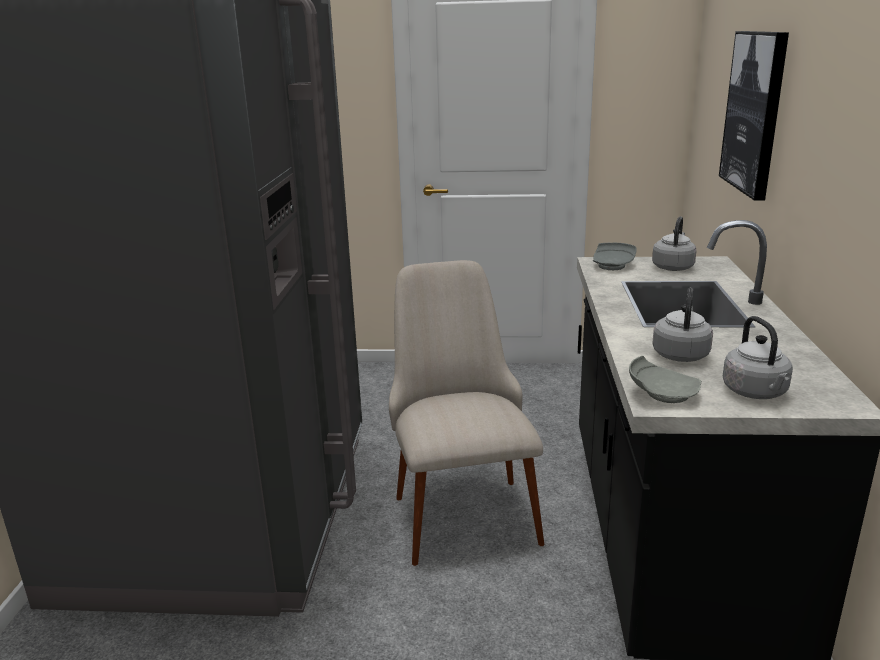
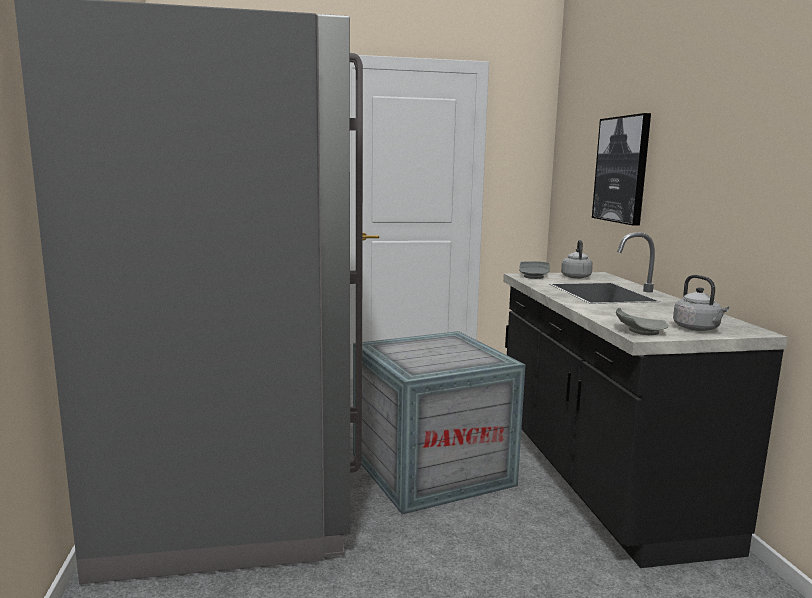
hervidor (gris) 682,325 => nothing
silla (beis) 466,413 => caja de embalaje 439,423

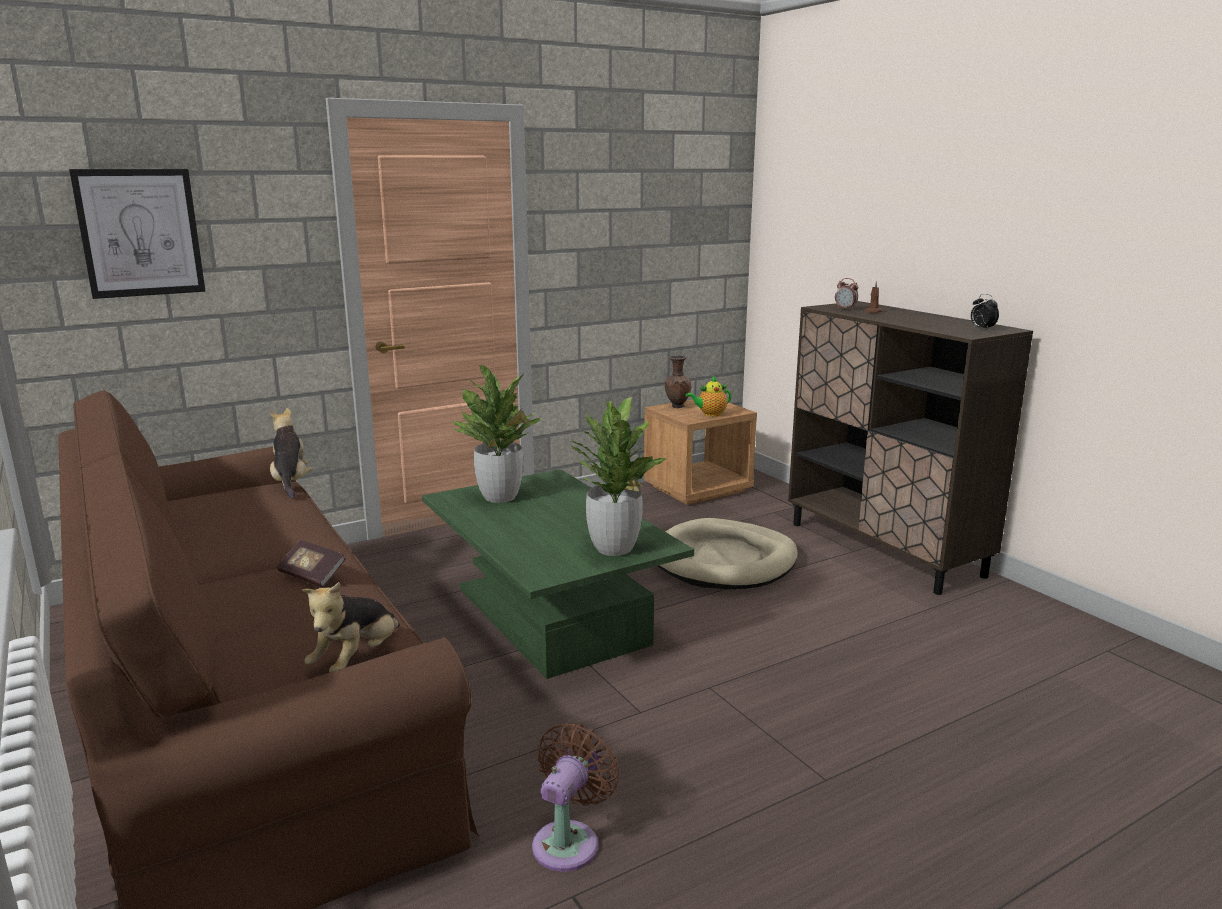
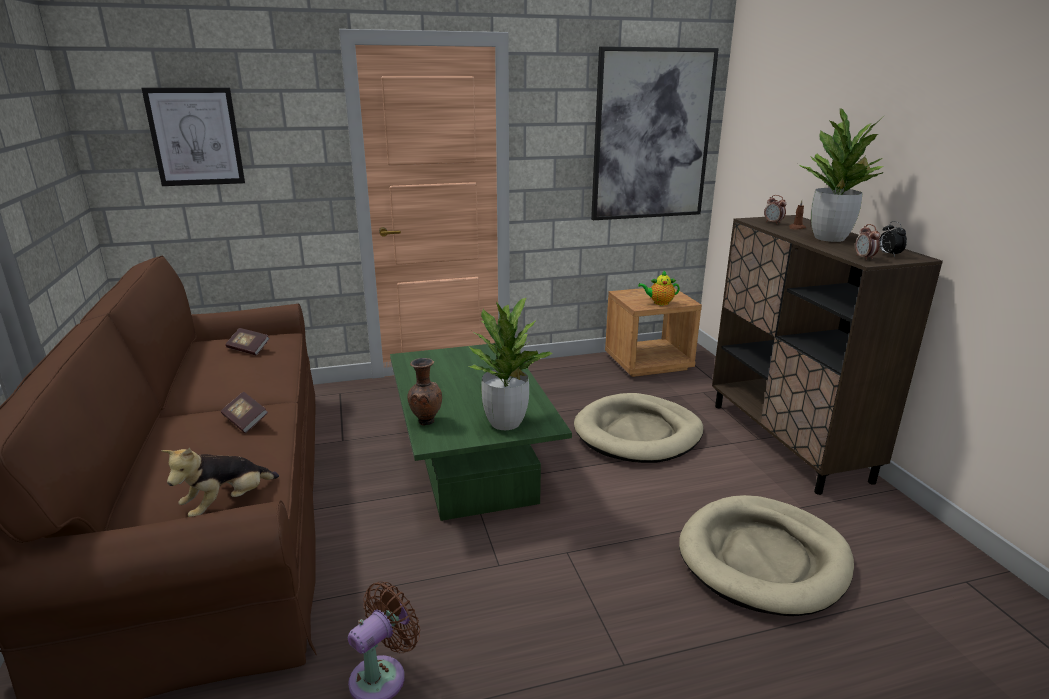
peluche 291,453 => nothing
nothing => libro 247,341
nothing => cuadro 655,133
nothing => cama para perro (beis) 766,555
nothing => despertador 867,242
planta en maceta 497,434 => planta en maceta 842,175, moved
florero (marrón) 678,381 => florero (marrón) 424,392, moved

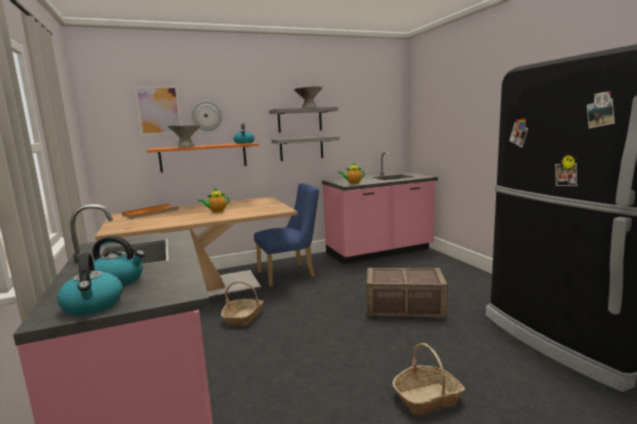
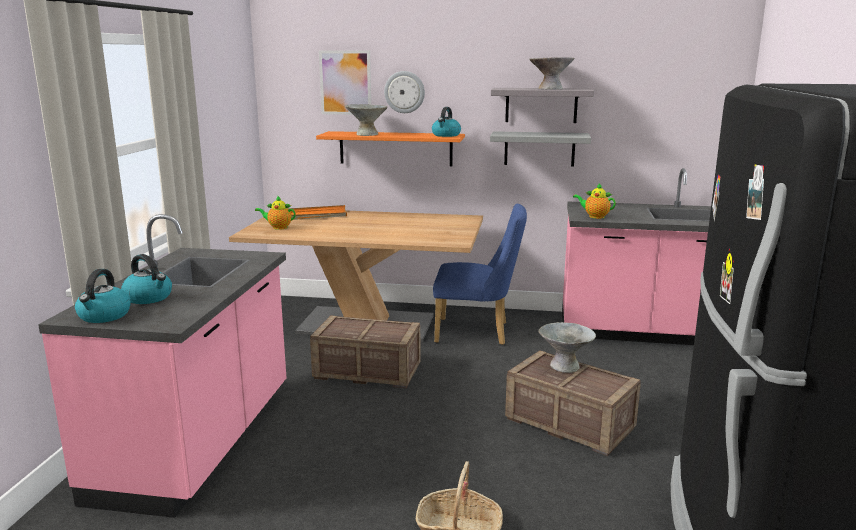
nothing => cuenco (gris) 567,347
tetera 213,200 => tetera 275,212, moved
cesta 242,304 => caja de embalaje 365,351

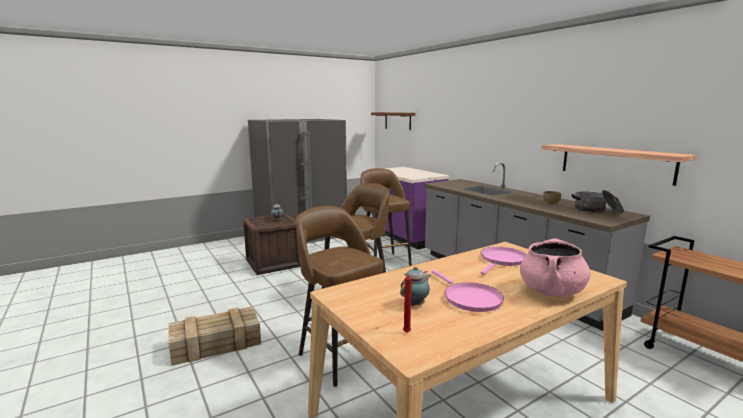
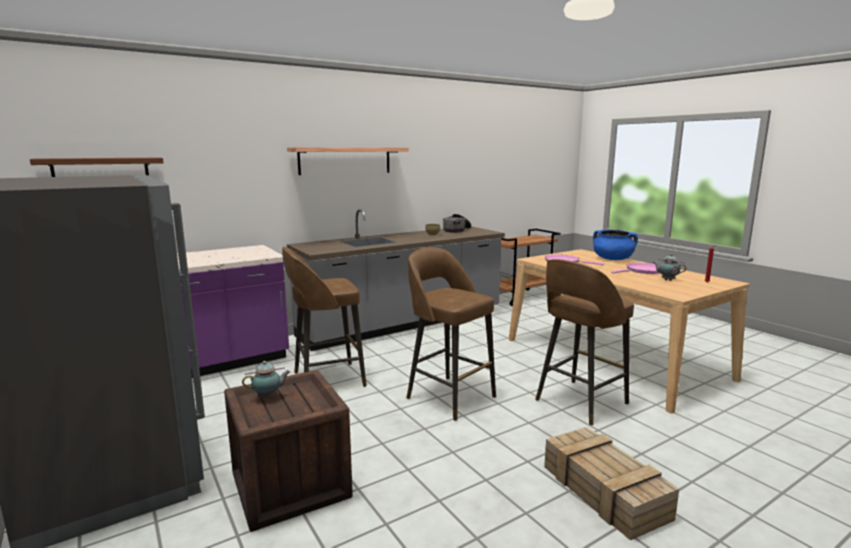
estante 619,165 => estante 348,161, moved
olla (rosa) 555,268 => olla (azul) 615,245

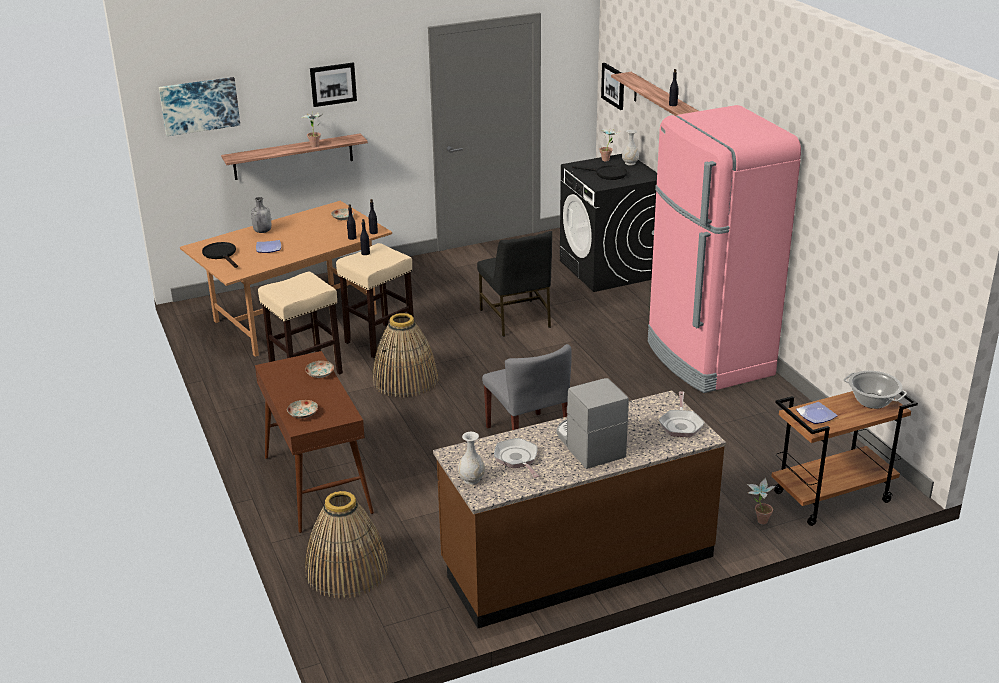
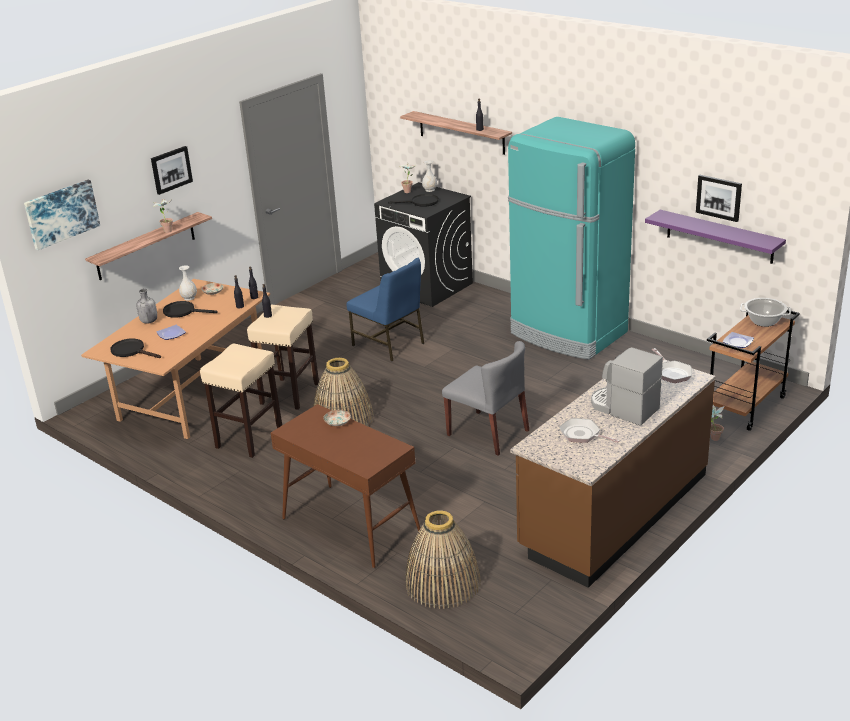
plato 302,409 => nothing
nothing => sartén (negro) 190,309
nothing => estante (morado) 715,237
florero (blanco) 471,458 => florero (blanco) 188,283, moved
cuadro 612,86 => cuadro 719,198, moved
silla (negro) 514,284 => silla (azul) 385,309
nevera (rosa) 724,249 => nevera (turquesa) 571,238

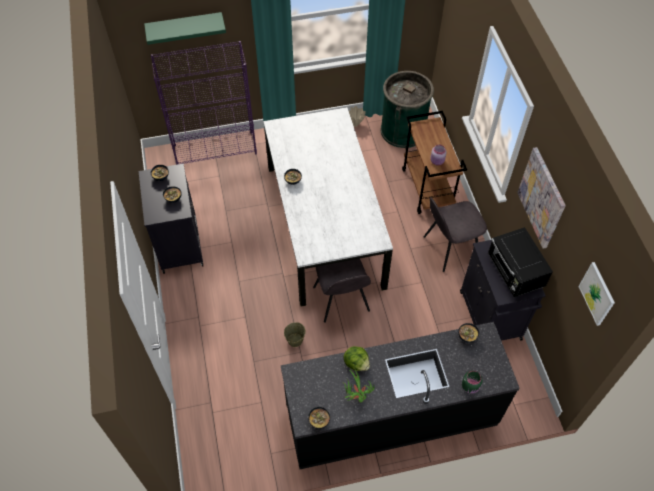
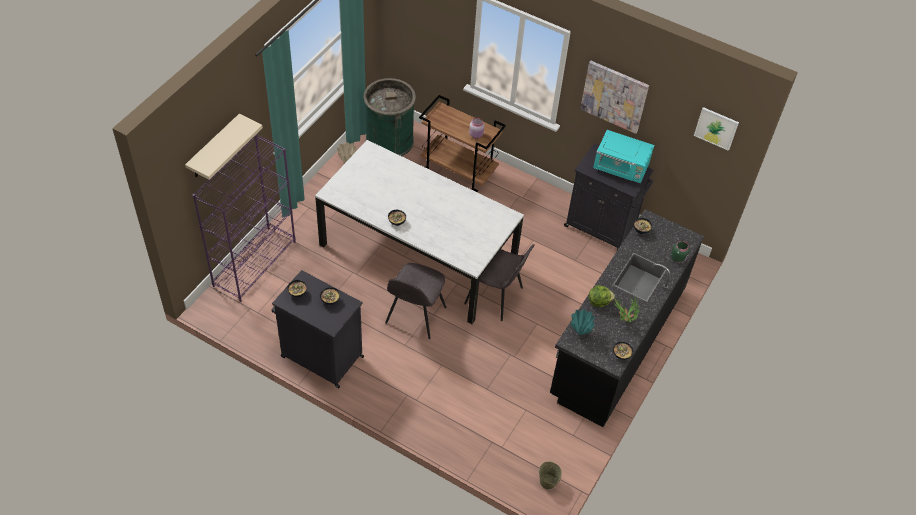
nothing => florero (turquesa) 583,322
cubo (beis) 295,334 => cubo (beis) 550,475, moved
silla (gris) 455,234 => silla (gris) 415,301, moved
estante (verde) 185,28 => estante (beis) 224,147
microondas (negro) 520,262 => microondas (turquesa) 623,156

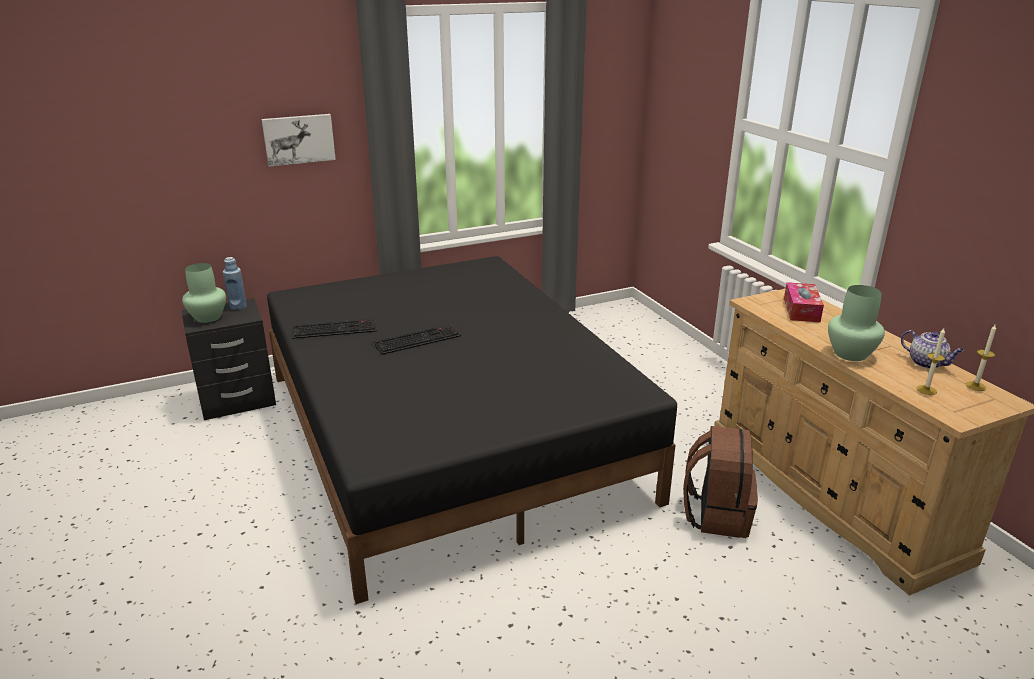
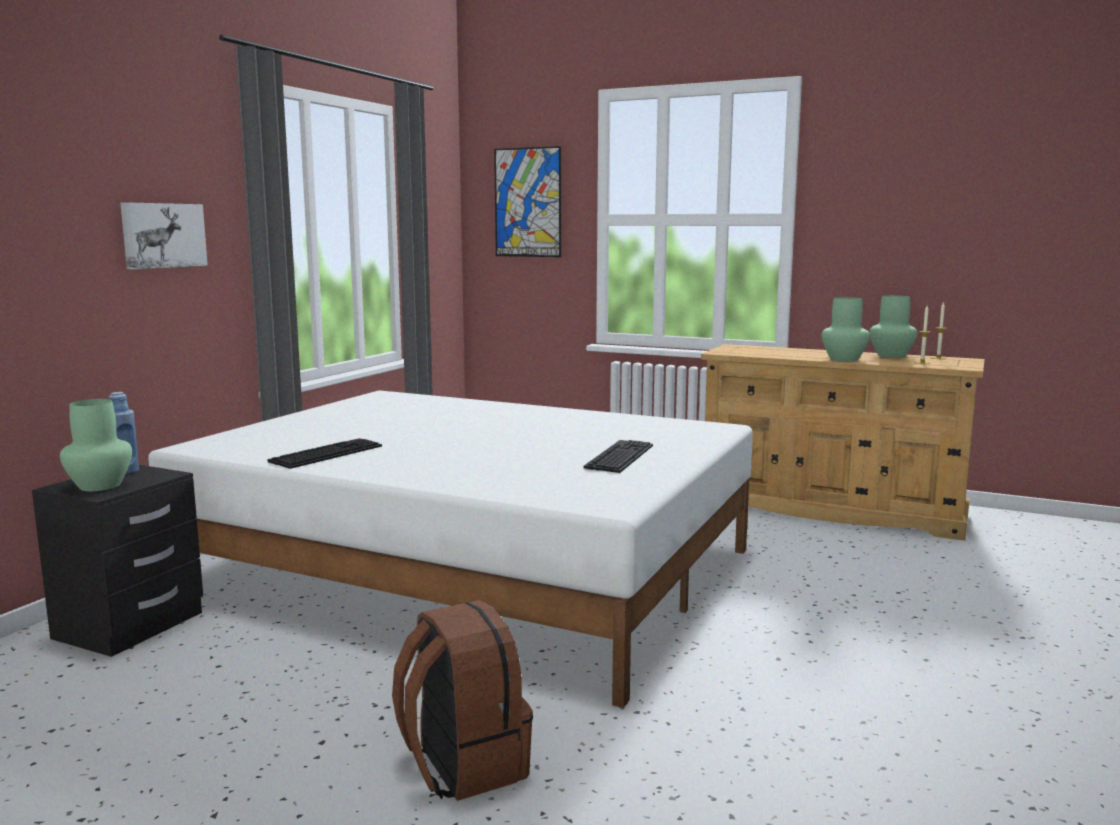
caja de pañuelos 804,302 => nothing
nothing => cuadro 528,201
teclado 417,339 => teclado 618,456, moved
mochila (marrón) 720,482 => mochila (marrón) 462,700, moved
tetera 932,349 => florero (verde) 893,326
cama (negro) 472,430 => cama (blanco) 450,549

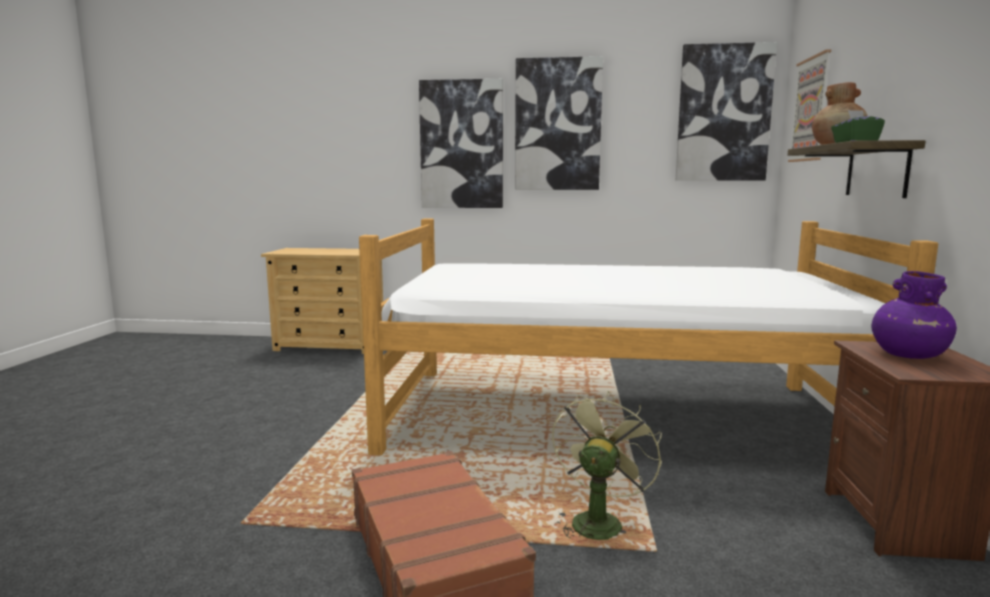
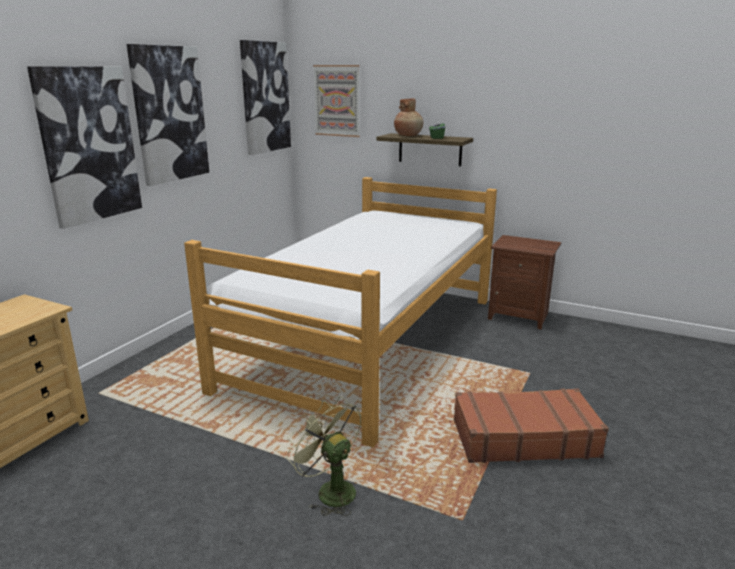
florero (morado) 914,315 => nothing
ventilador (verde) 607,465 => ventilador (verde) 323,456, moved

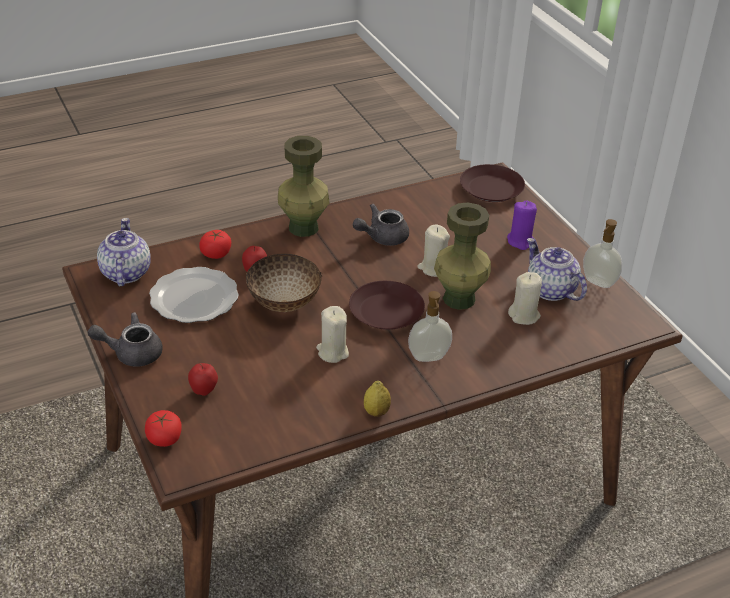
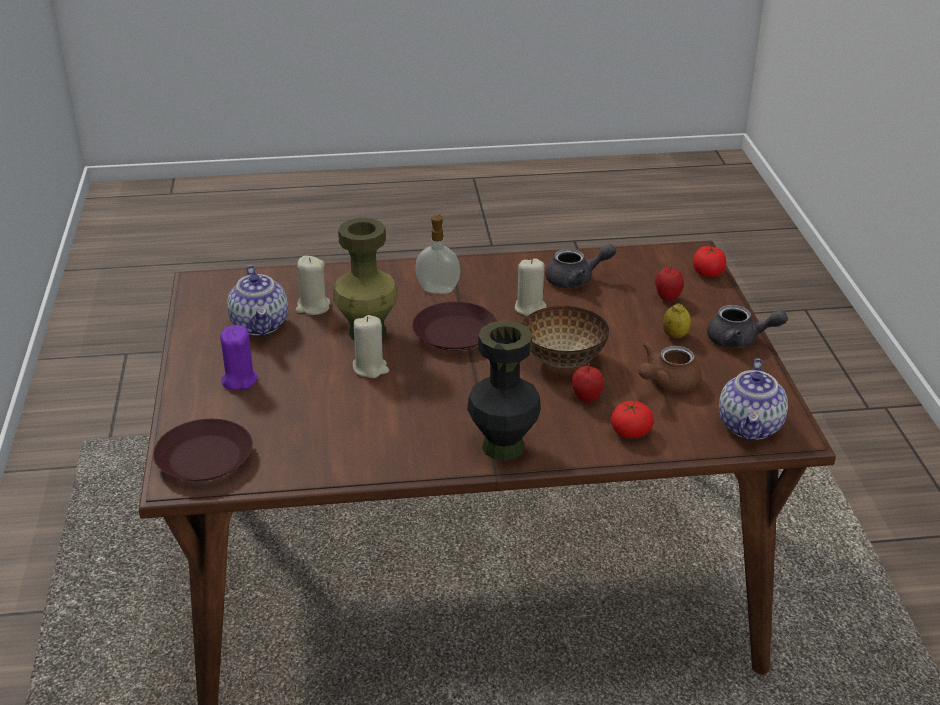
dispensador de jabón 602,253 => nothing
tetera (gris) 381,225 => tetera (gris) 581,266, moved
limón 377,399 => limón 677,321, moved
plato 194,295 => tetera (marrón) 670,367
florero (verde) 304,186 => florero (negro) 504,391

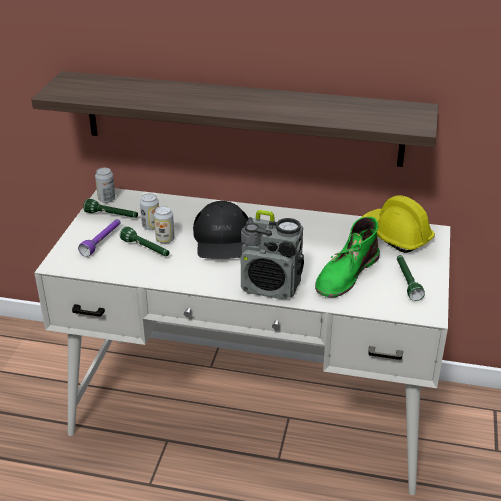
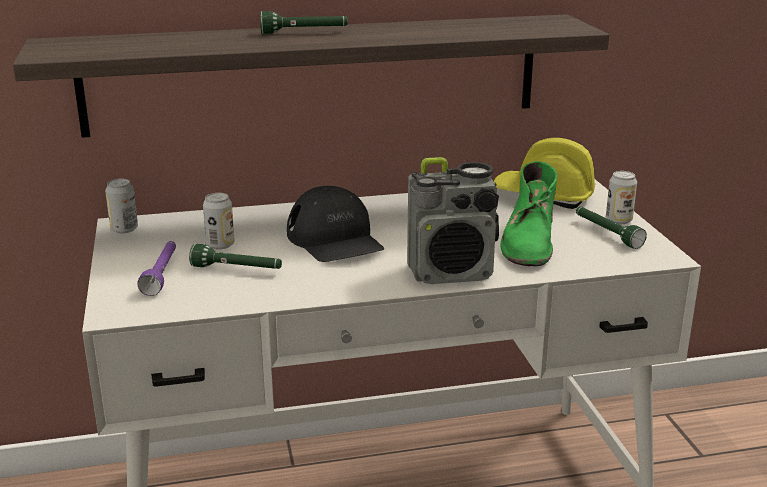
linterna (verde) 110,208 => linterna (verde) 303,22, moved
lata 164,225 => lata 621,197, moved

